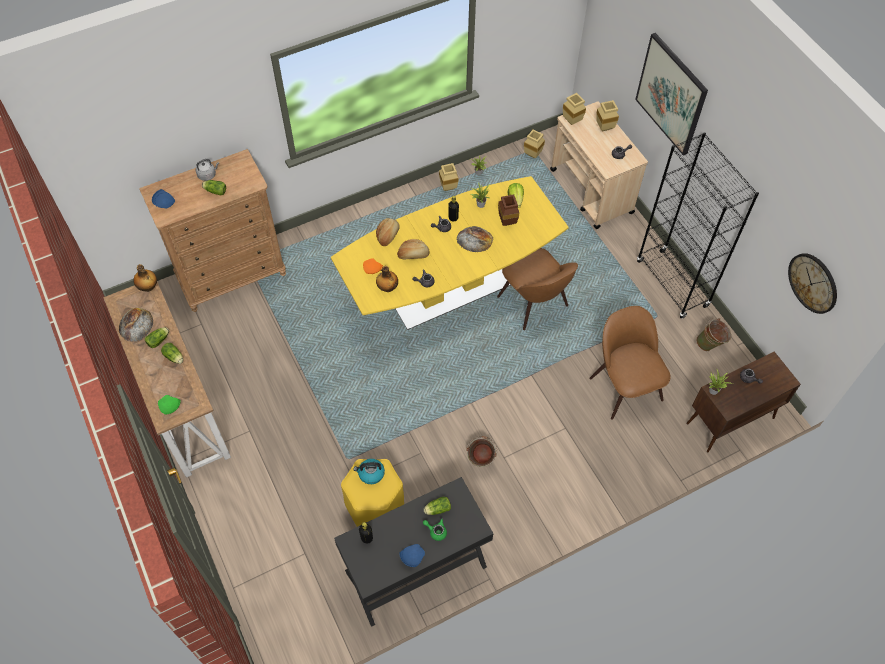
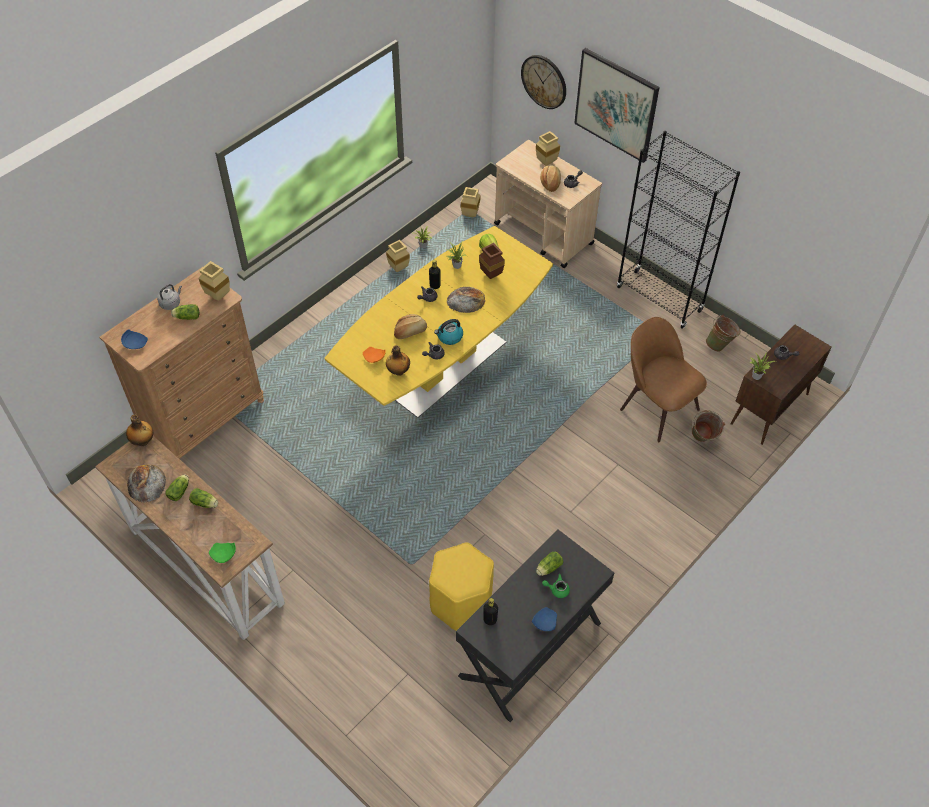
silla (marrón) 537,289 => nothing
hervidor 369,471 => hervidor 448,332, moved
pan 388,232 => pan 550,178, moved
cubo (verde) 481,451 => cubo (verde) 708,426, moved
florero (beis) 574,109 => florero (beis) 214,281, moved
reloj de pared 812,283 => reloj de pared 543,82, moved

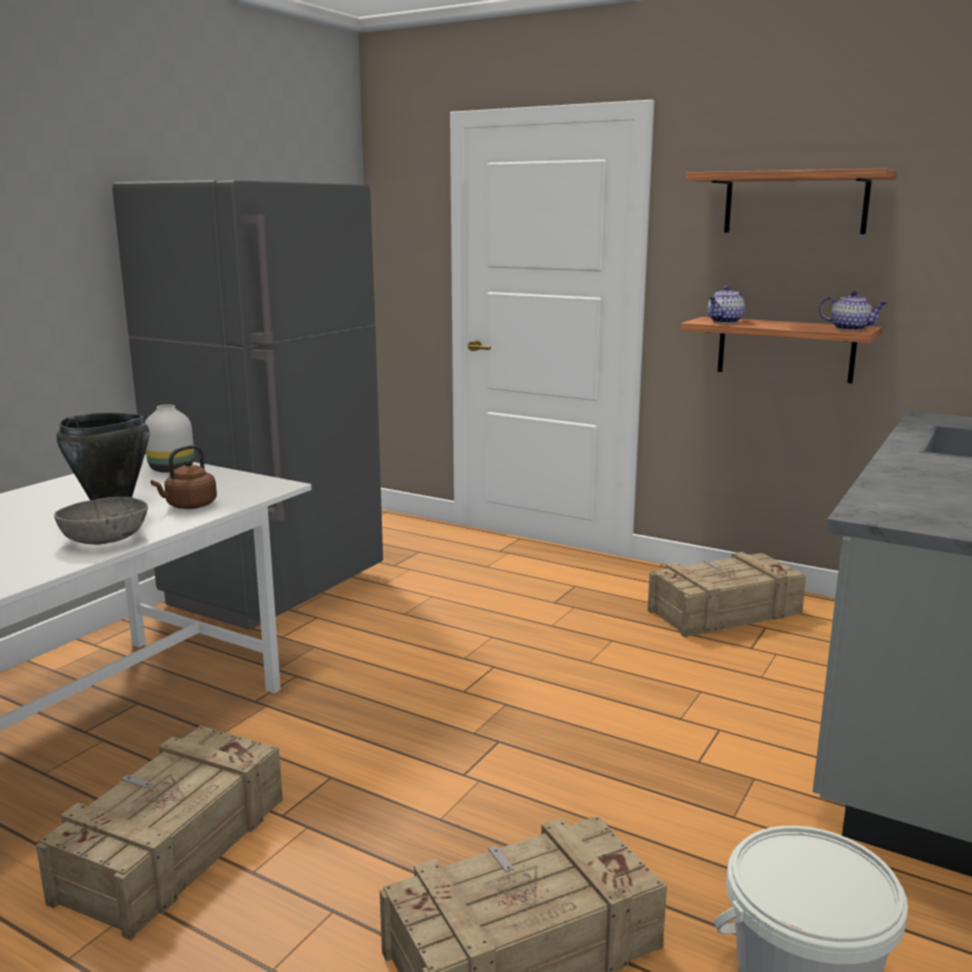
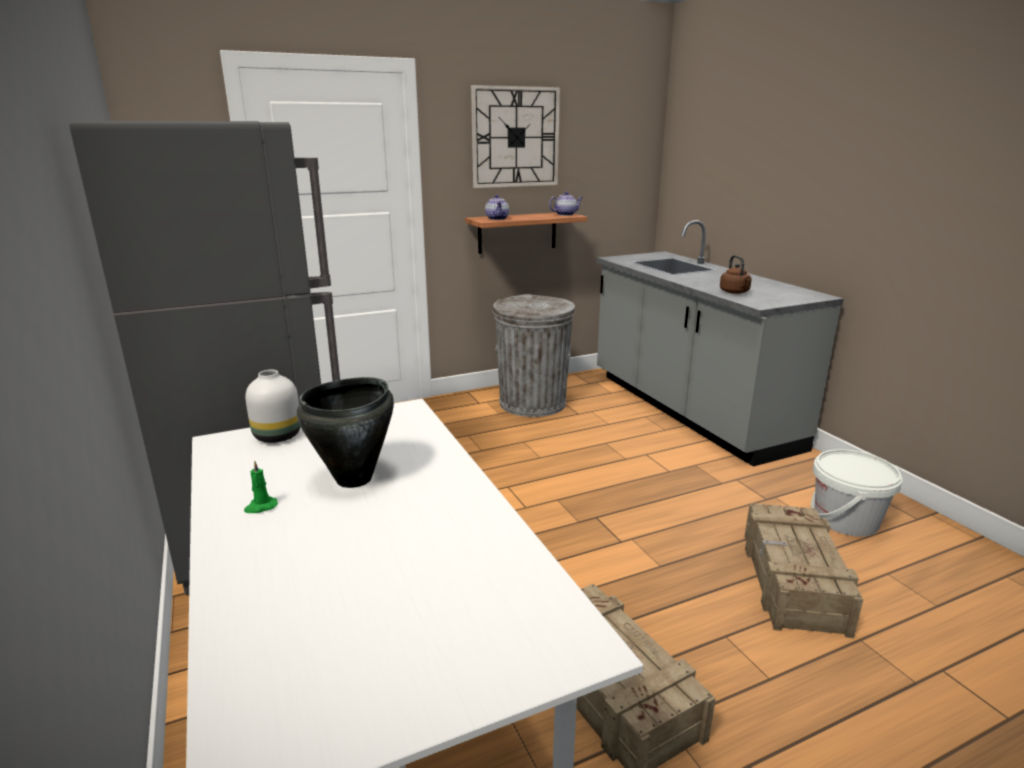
cuenco (gris) 101,521 => nothing
nothing => vela (verde) 261,487
hervidor (marrón) 183,477 => hervidor (marrón) 736,274, moved
caja de embalaje 727,595 => papelera (gris) 534,355
estante 791,201 => reloj de pared 515,136

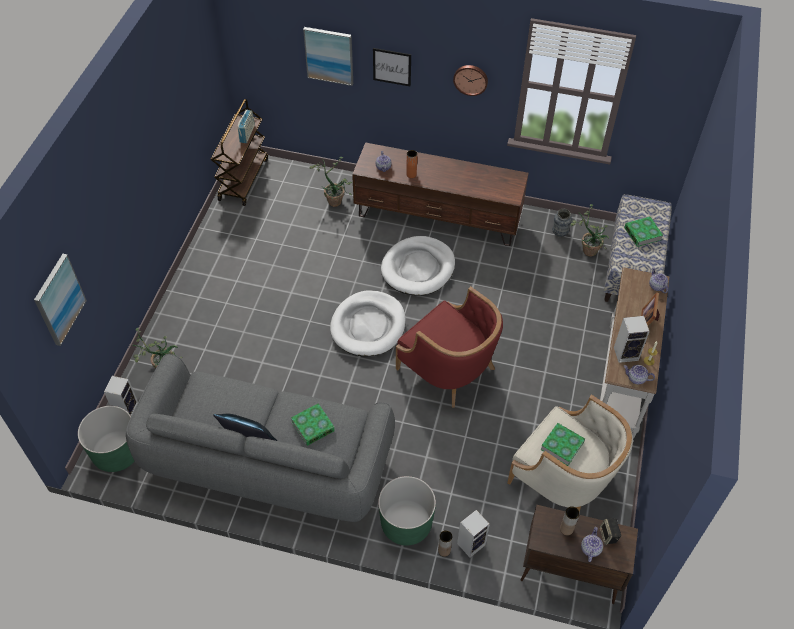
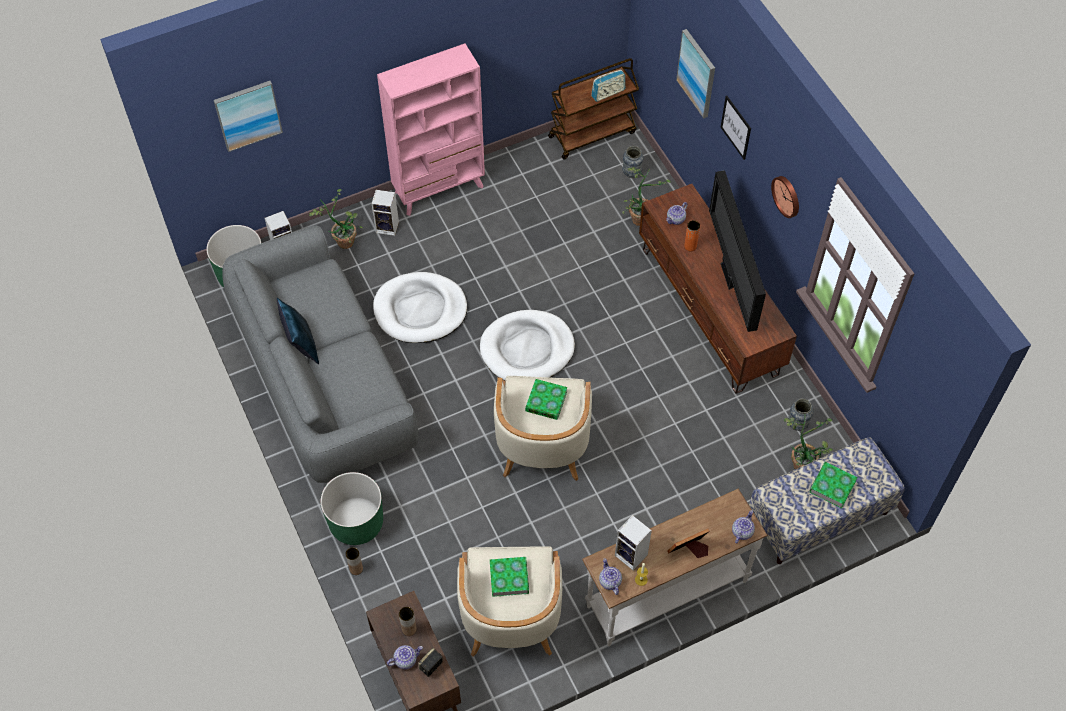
nothing => estantería (rosa) 431,129
nothing => florero 633,162
nothing => televisor 737,251
libro 313,424 => libro 546,399, moved
cama para perro (blanco) 418,265 => cama para perro (blanco) 420,307, moved
altavoz 473,534 => altavoz 385,213, moved
sillón (rojo) 449,347 => sillón (beis) 543,428

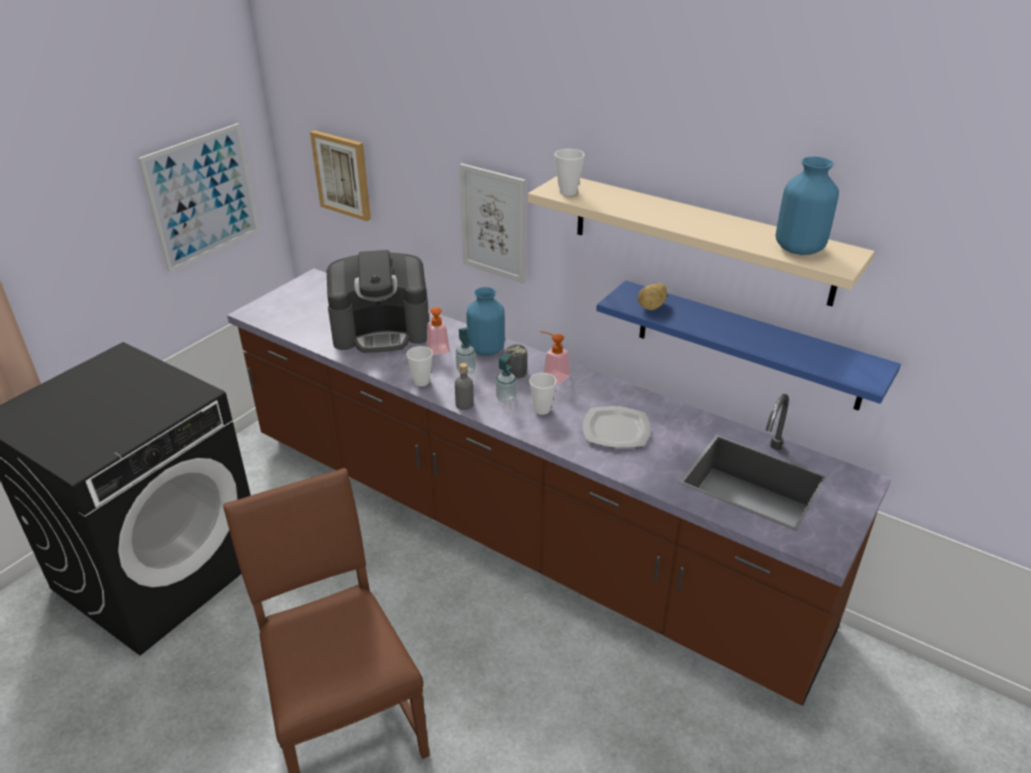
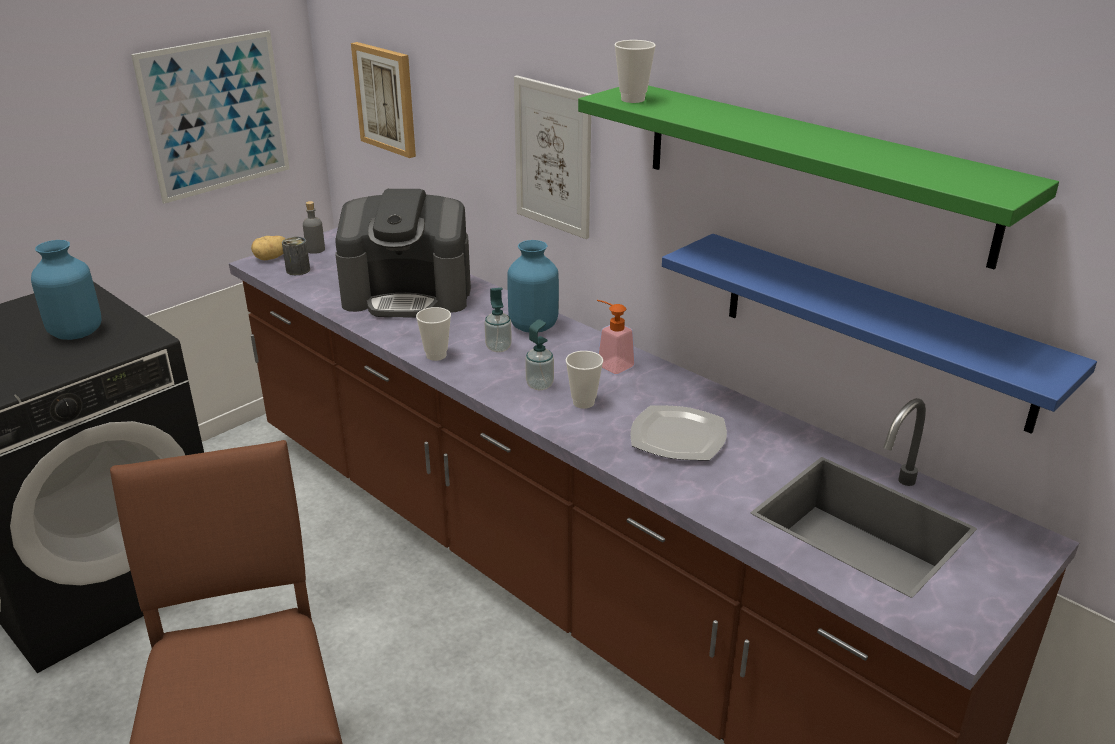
dispensador de jabón 438,331 => nothing
botella (gris) 464,386 => botella (gris) 314,227, moved
lata 516,361 => lata 296,256, moved
patata 652,296 => patata 268,248, moved
florero (azul) 807,206 => florero (azul) 66,290, moved
estante (beis) 701,241 => estante (verde) 818,177

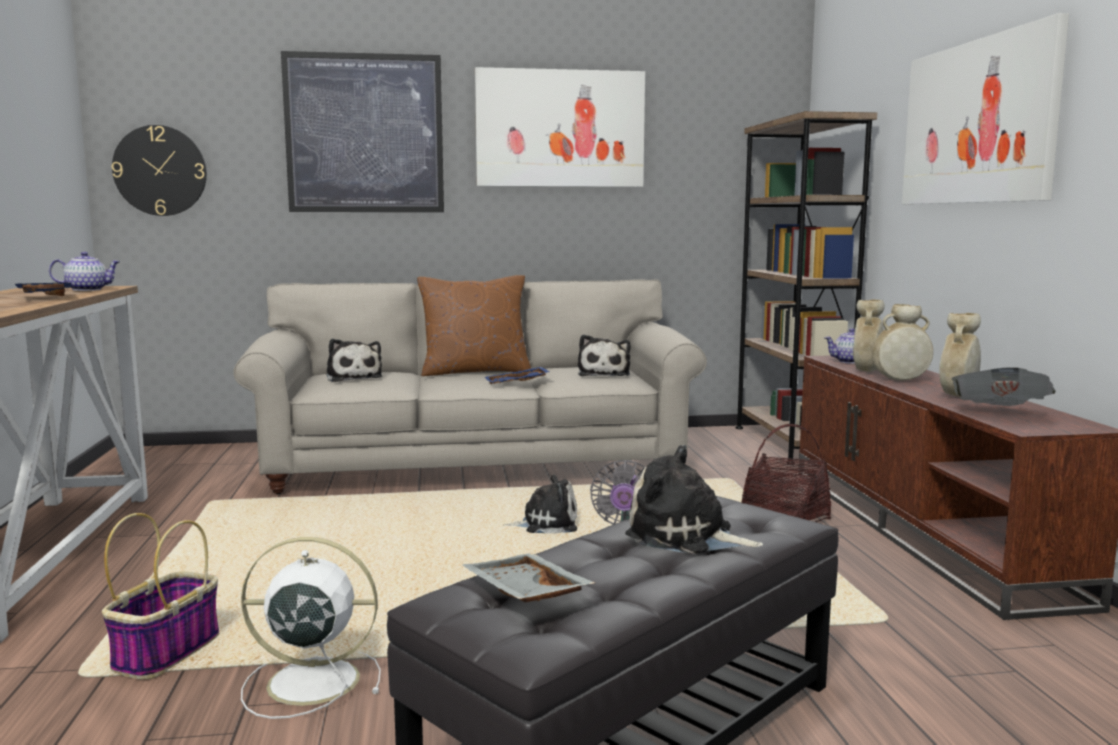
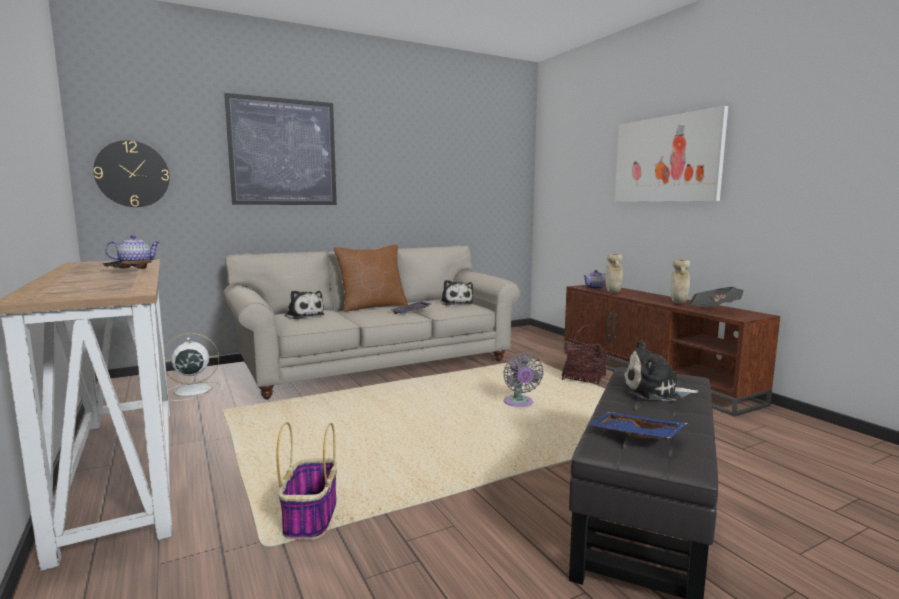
cuadro 560,127 => nothing
peluche 540,504 => nothing
estantería (marrón) 806,287 => nothing
florero (beis) 902,342 => nothing
ventilador (blanco) 311,628 => ventilador (blanco) 193,367, moved
bandeja (gris) 529,577 => bandeja (azul) 638,426

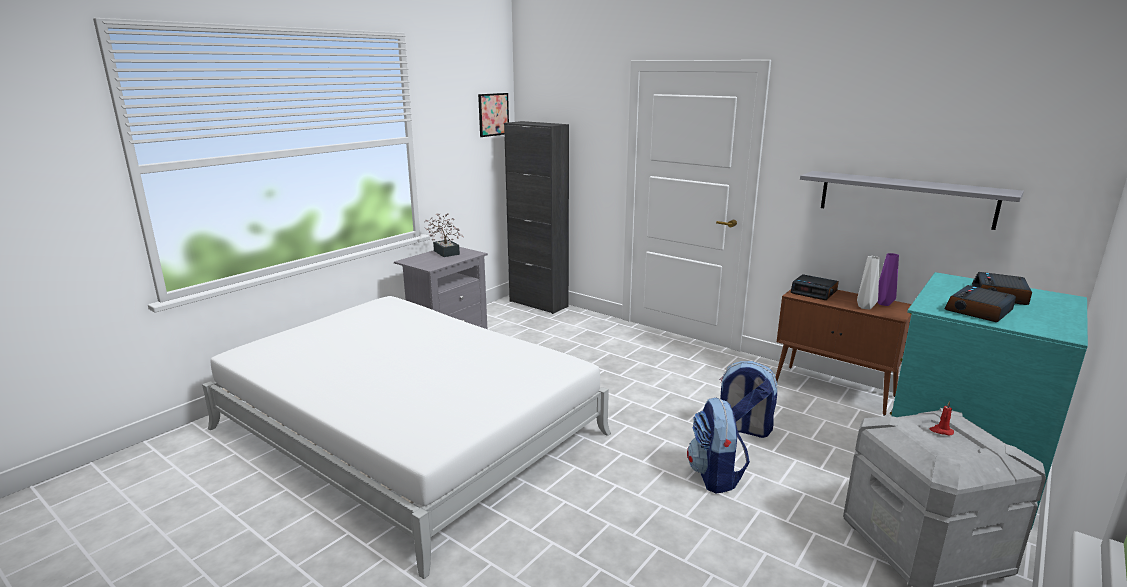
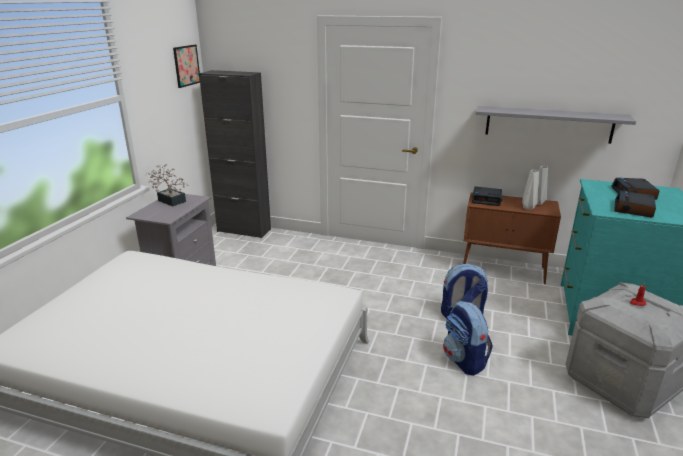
florero (morado) 888,279 => florero (gris) 542,185

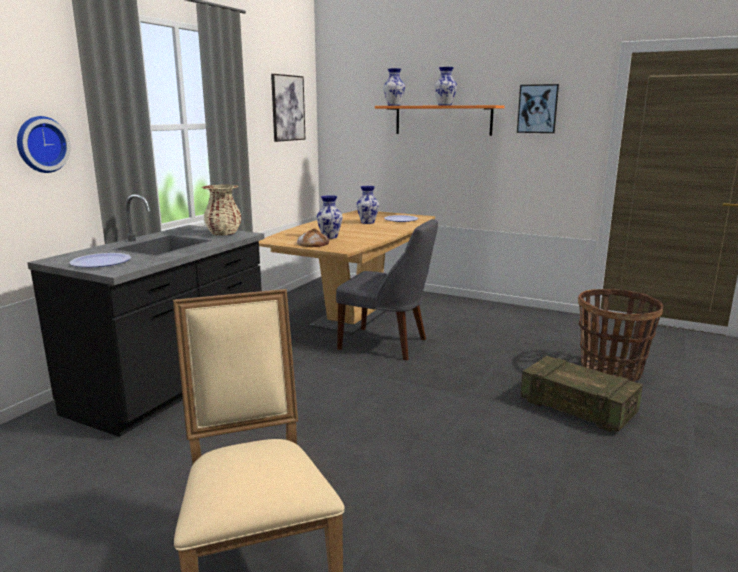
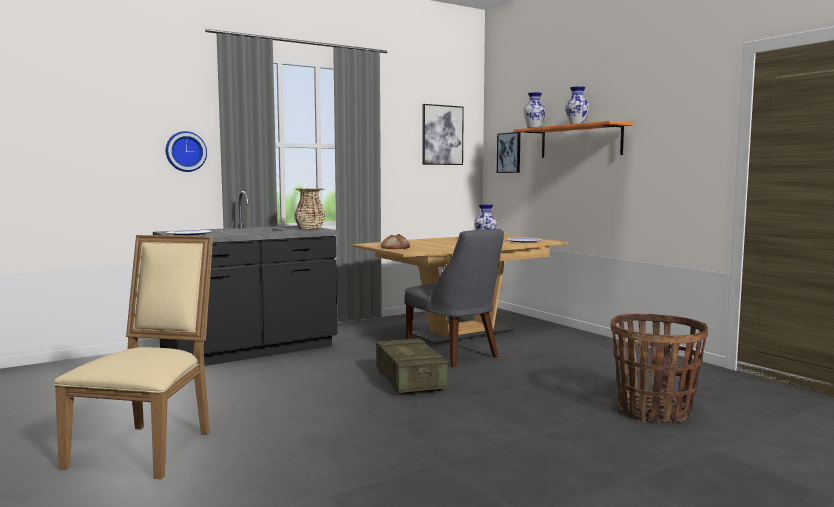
florero 329,217 => nothing
cuadro 538,108 => cuadro 508,152, moved
caja de embalaje 582,394 => caja de embalaje 412,366, moved

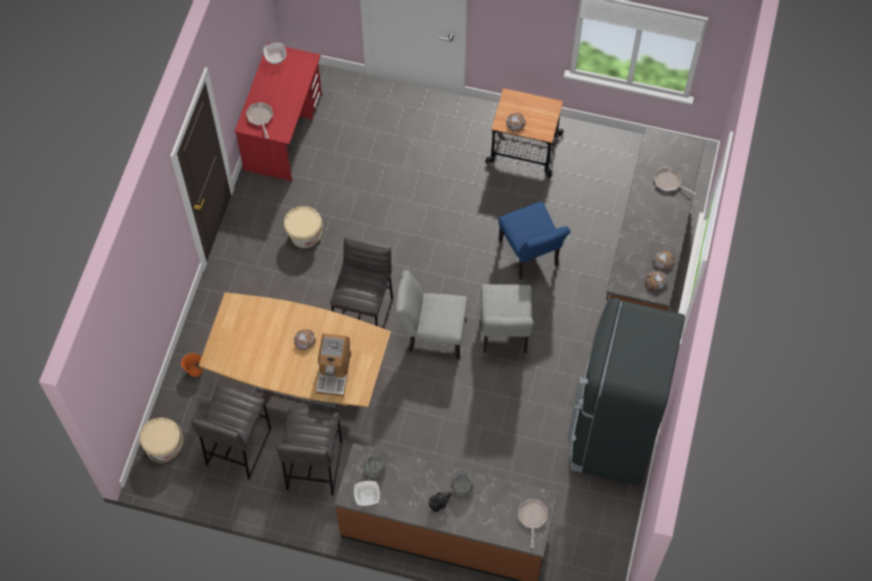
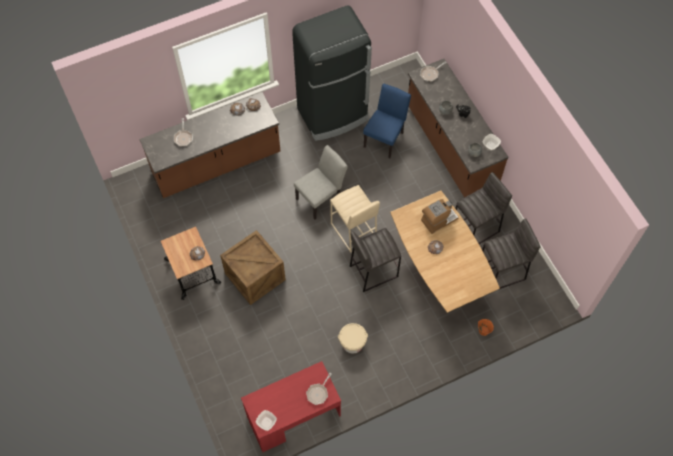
cubo (beis) 161,440 => nothing
nothing => caja de embalaje 253,267
silla (azul) 534,240 => silla (azul) 387,120, moved
silla (gris) 432,314 => taburete (beis) 355,218

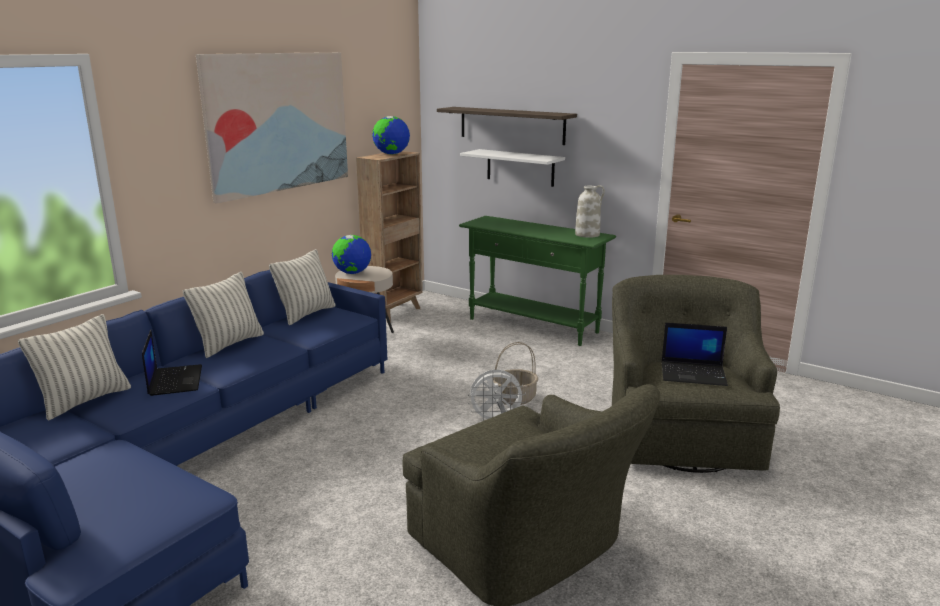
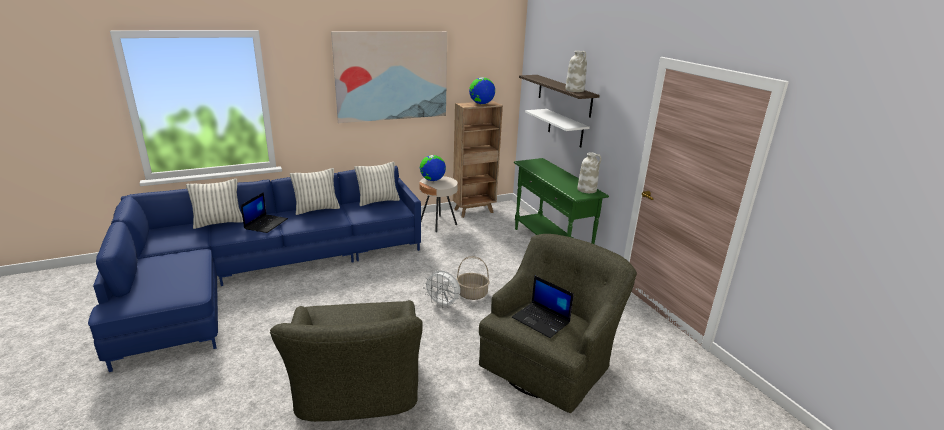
nothing => florero (blanco) 576,71

